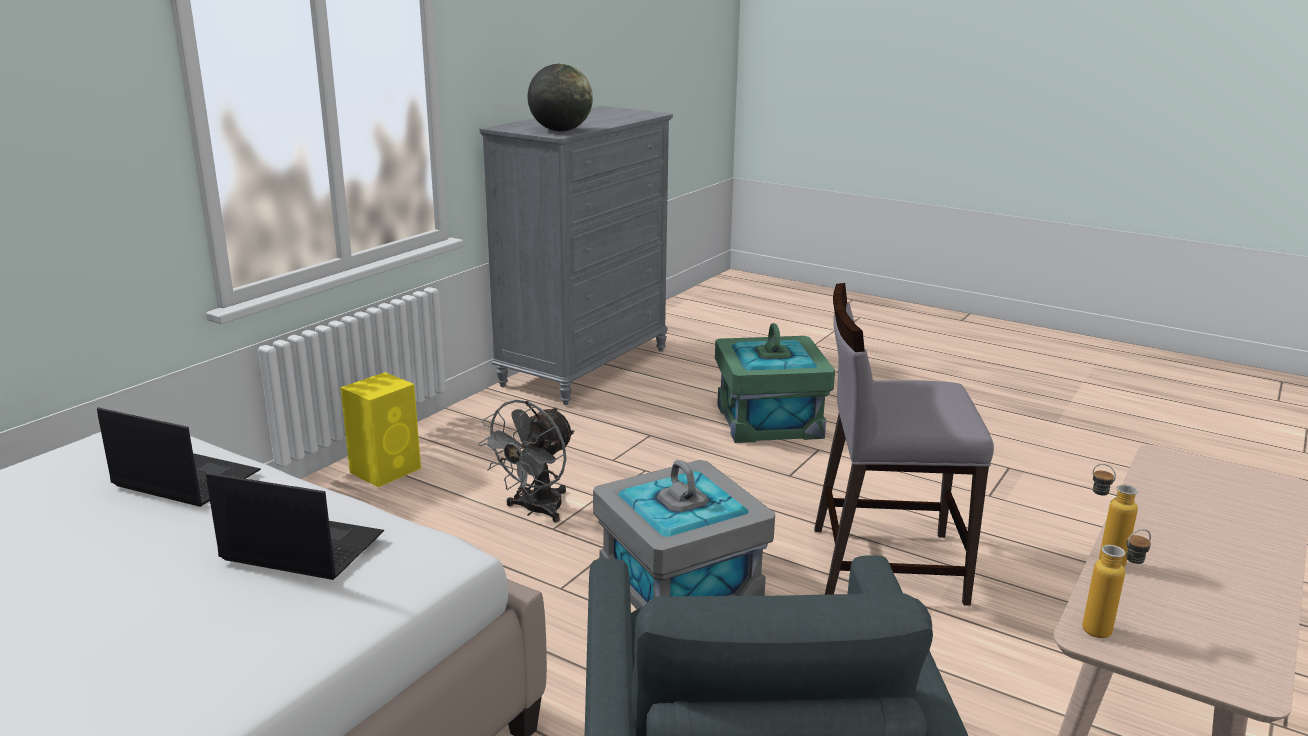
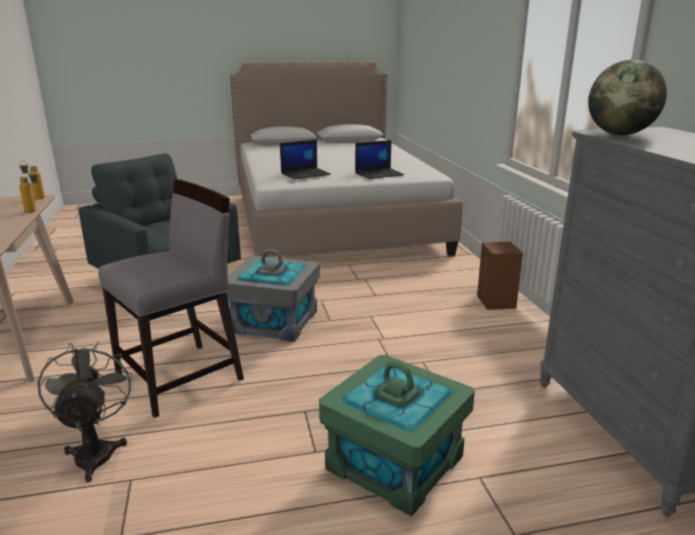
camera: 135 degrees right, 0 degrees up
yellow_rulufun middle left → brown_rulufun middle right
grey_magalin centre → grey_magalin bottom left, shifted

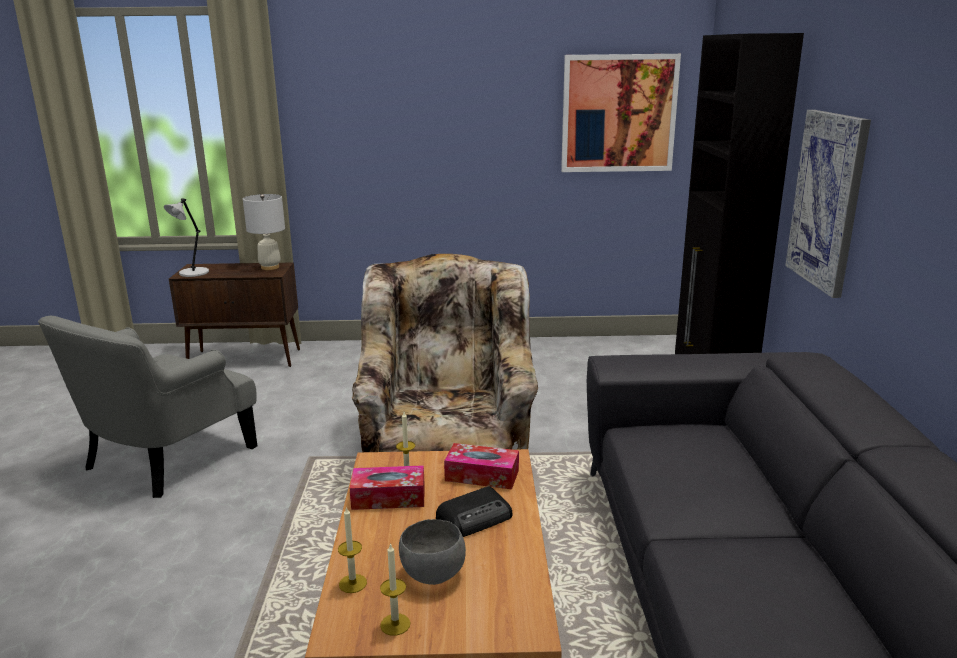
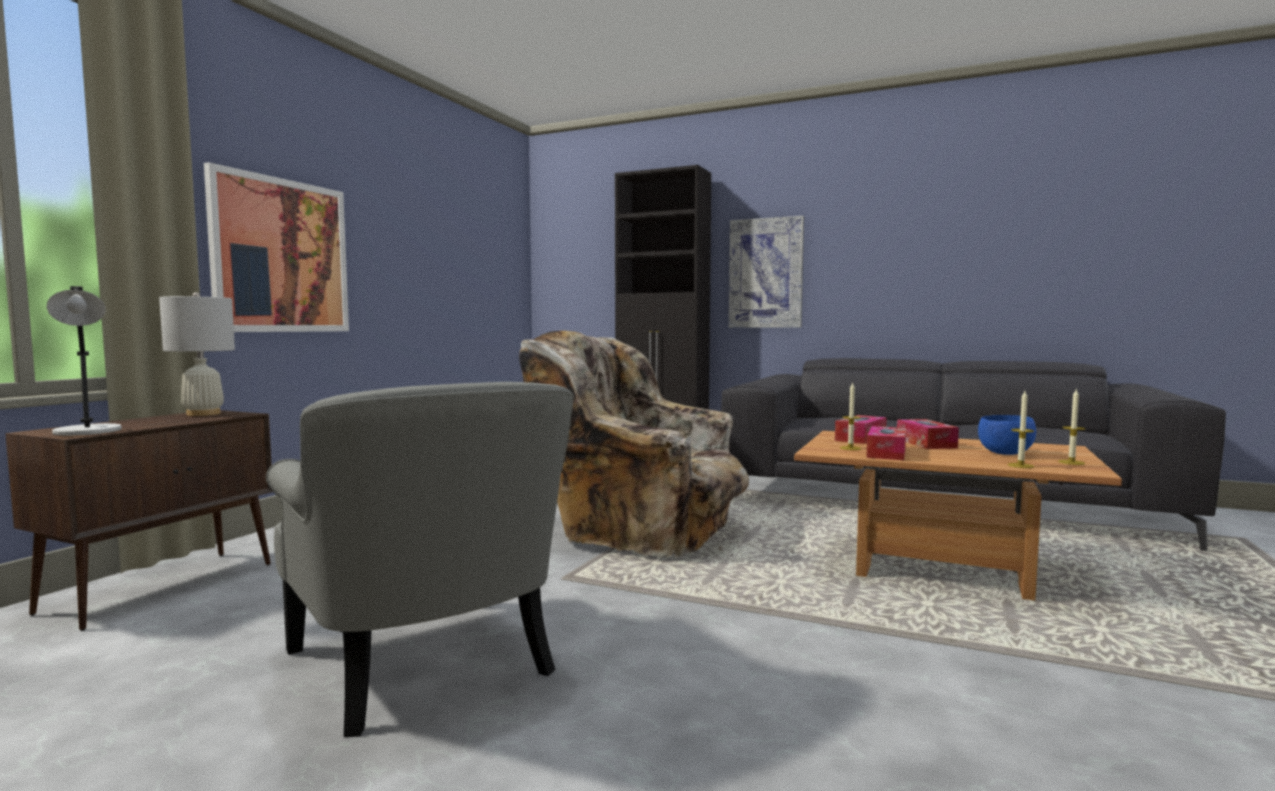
camera: 65 degrees left, 15 degrees down
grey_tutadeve bottom centre → blue_tutadeve middle right
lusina bottom centre → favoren (no. 3 from left) middle right
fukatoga (no. 1 from left) top centre → fukatoga (no. 1 from left) top left, shifted

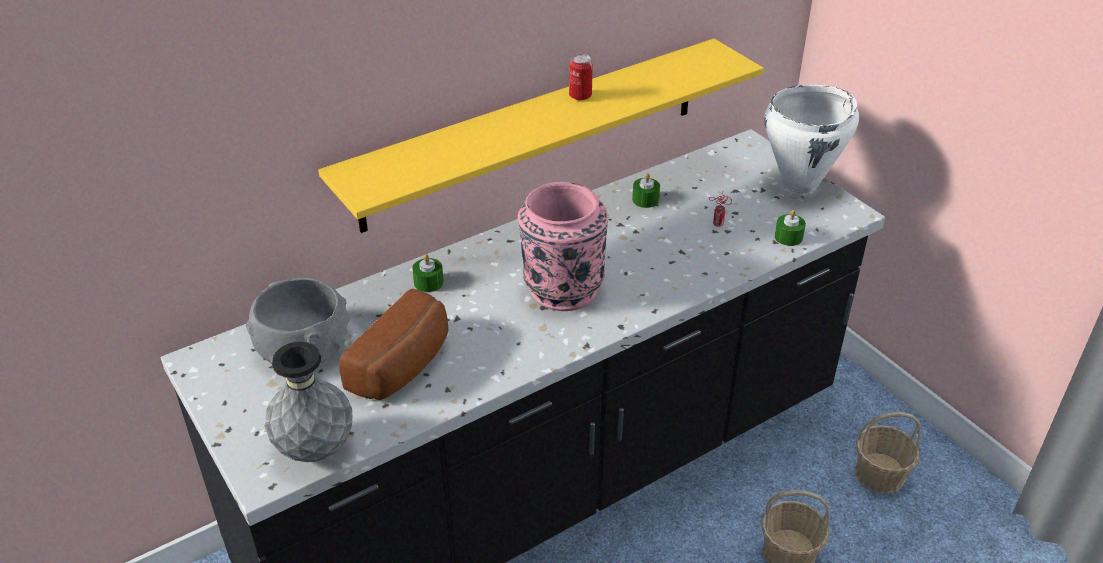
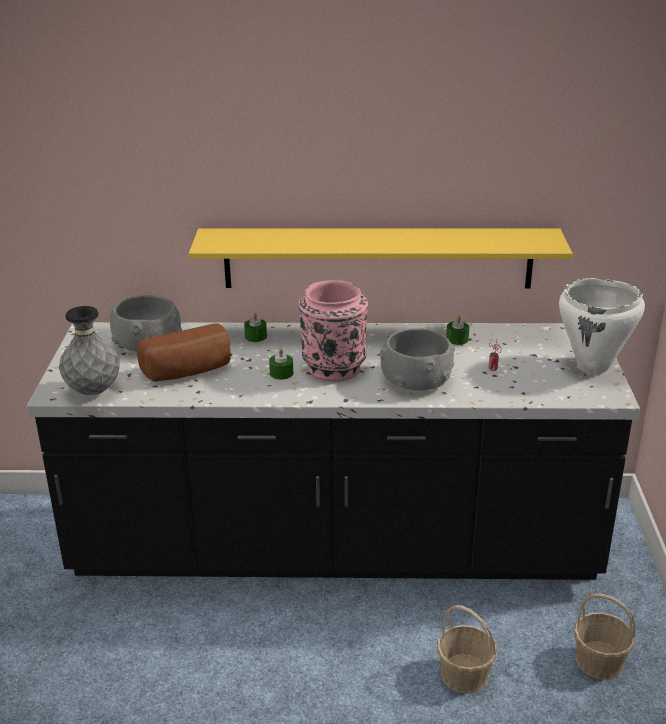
camera: 35 degrees right, 10 degrees down
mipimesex (no. 1 from left) top centre → -
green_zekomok (no. 3 from left in the first image) middle right → green_zekomok (no. 2 from left) centre, shifted
- → grey_tutadeve (no. 2 from left) centre

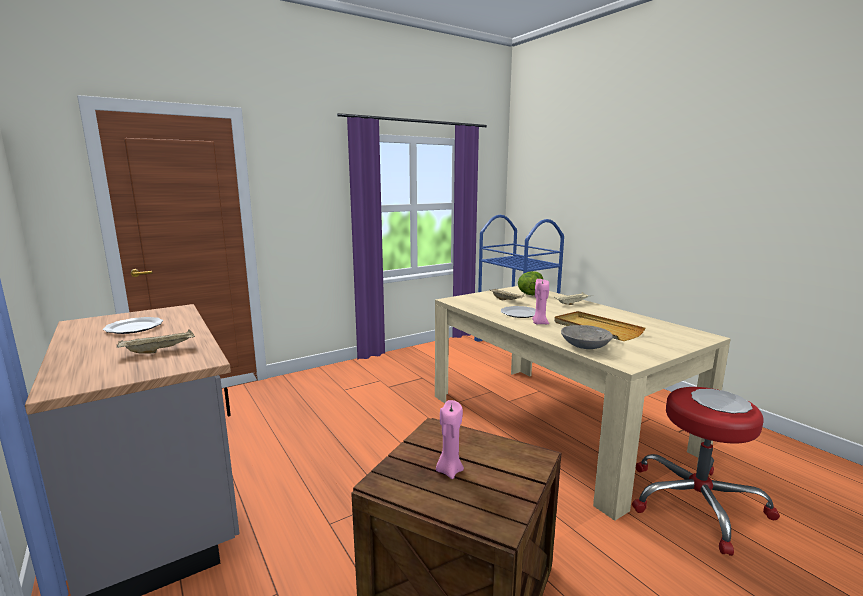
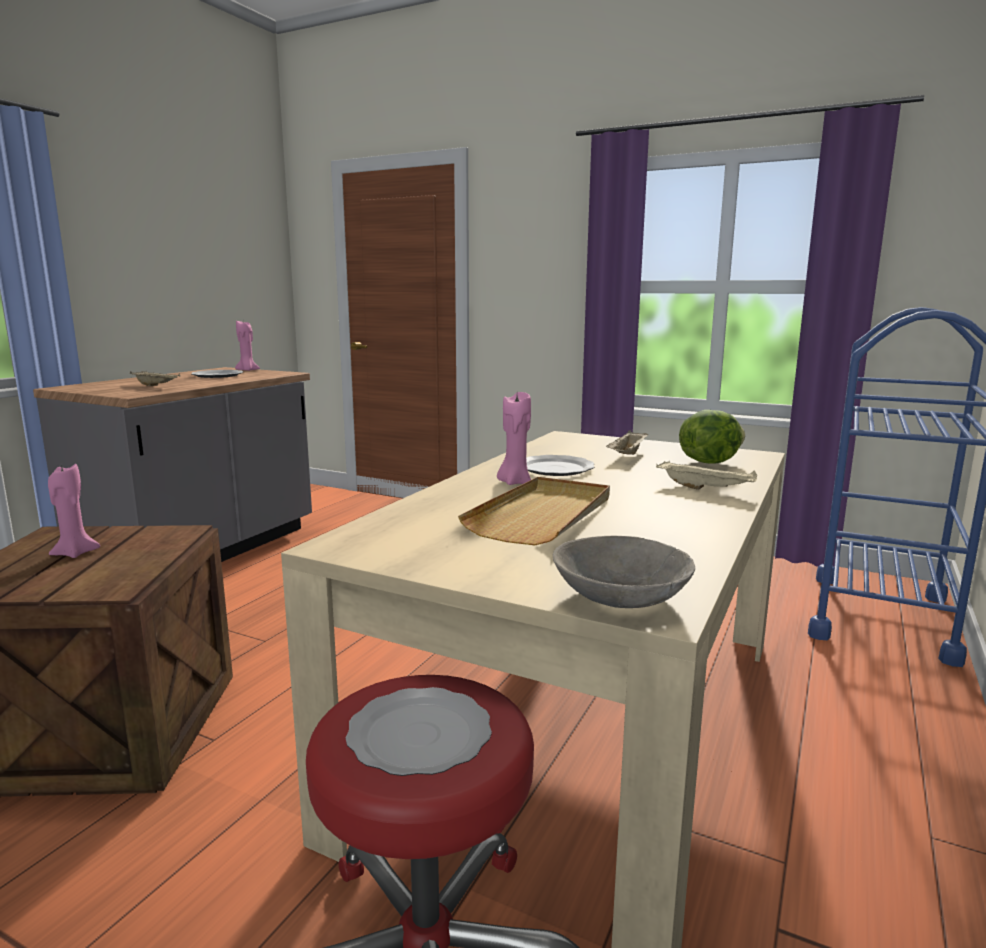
camera: 60 degrees right, 0 degrees up
grey_tutadeve middle right → grey_tutadeve centre, shifted
- → pink_zekomok (no. 2 from left) middle left

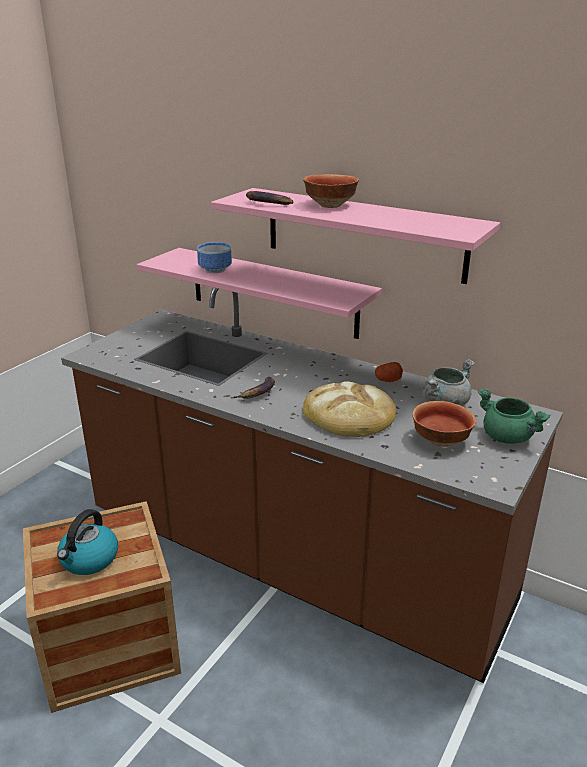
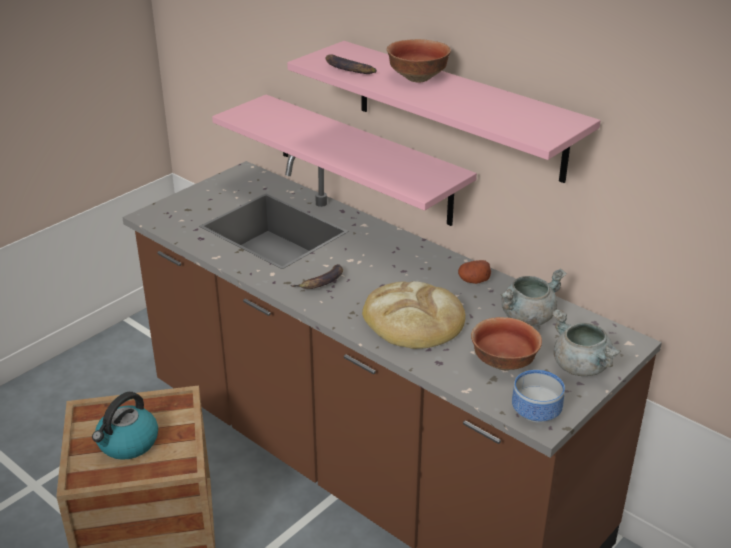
camera: 10 degrees right, 5 degrees up
tutadeve (no. 1 from left in the first image) centre → tutadeve (no. 3 from left) bottom right, shifted
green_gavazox middle right → grey_gavazox (no. 2 from left) middle right

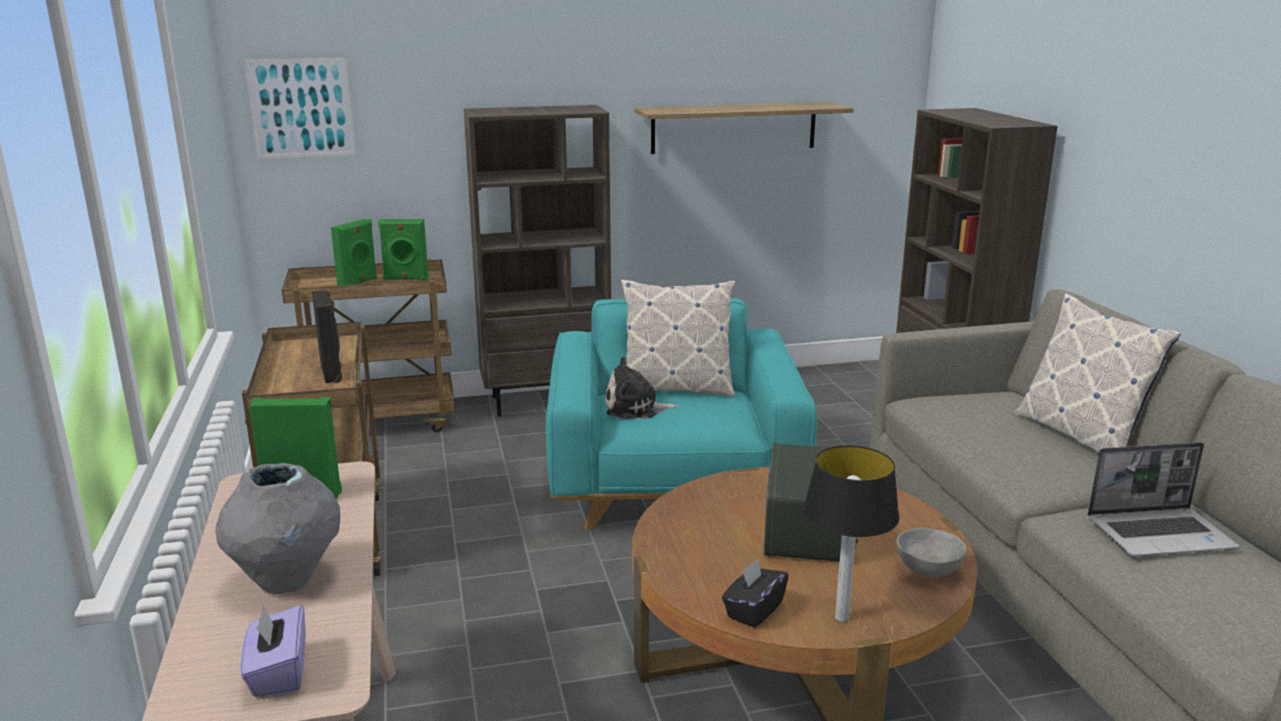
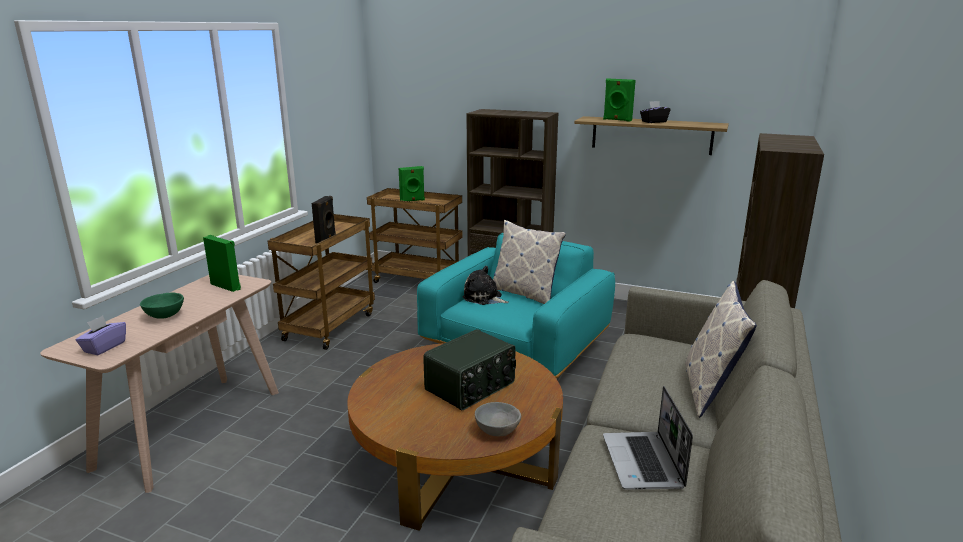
camera: 35 degrees right, 0 degrees up
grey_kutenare bottom left → green_tutadeve middle left
fukatoga top left → -
green_rulufun (no. 3 from left) middle left → green_rulufun (no. 3 from left) top centre, shifted
black_favoren bottom centre → black_favoren top right, shifted
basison bottom centre → -
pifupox bottom right, 60 degrees clockwise

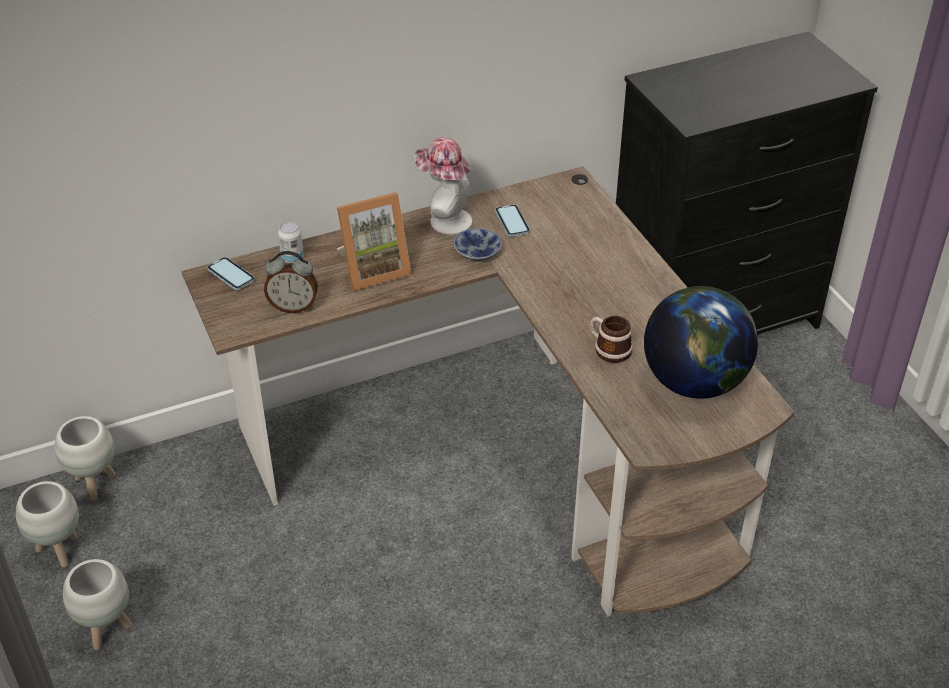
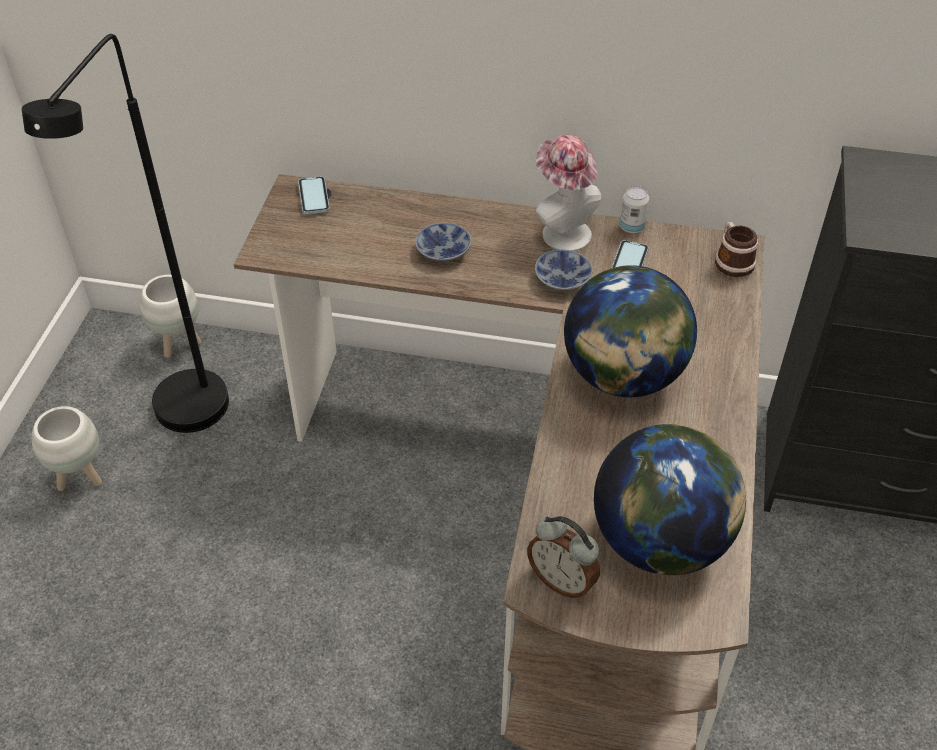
camera: 35 degrees right, 5 degrees up
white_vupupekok (no. 1 from left) bottom left → -
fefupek middle left → fefupek bottom centre, shifted
mipimesex middle left → mipimesex top right, shifted
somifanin centre → tutadeve (no. 1 from left) top centre
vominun centre → vominun top right, shifted
- → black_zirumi top left
- → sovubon (no. 1 from left) middle right

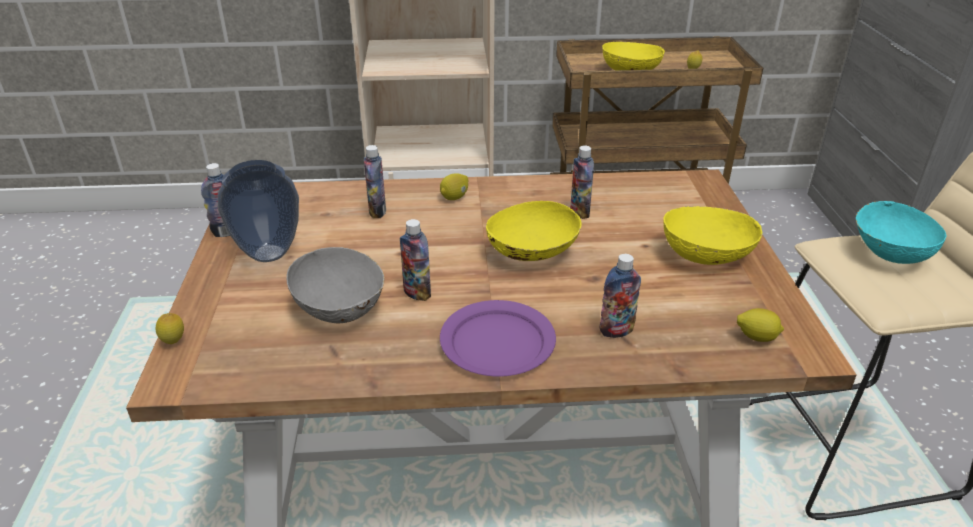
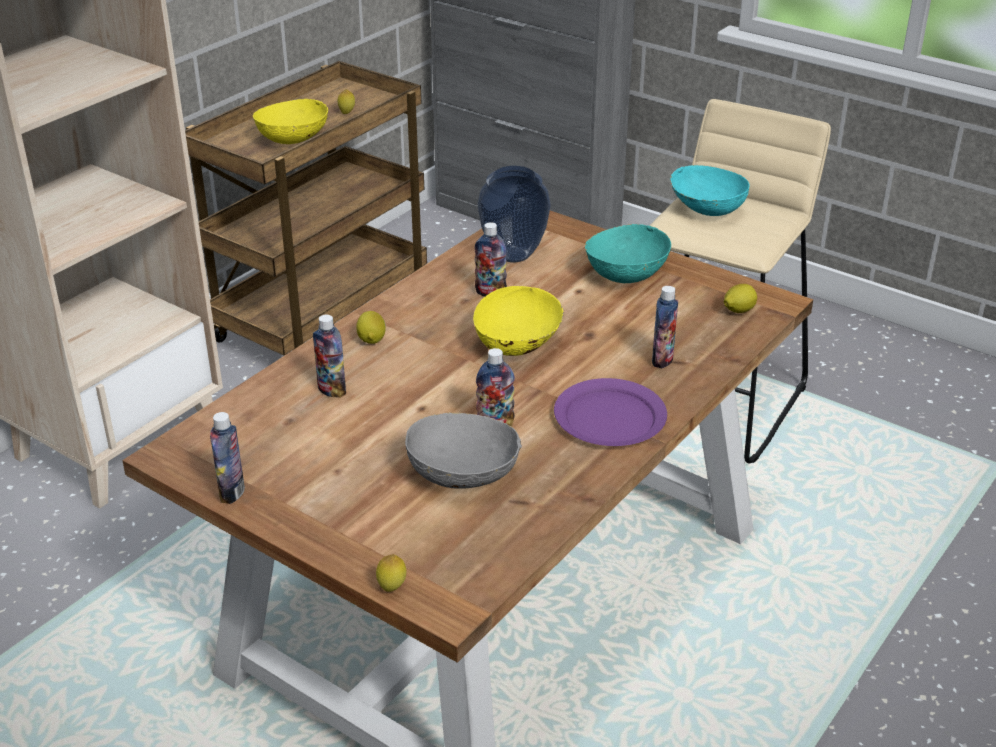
camera: 50 degrees left, 0 degrees up
kutenare middle left → kutenare top centre, shifted
yellow_tutadeve (no. 3 from left) middle right → turquoise_tutadeve (no. 1 from left) centre

